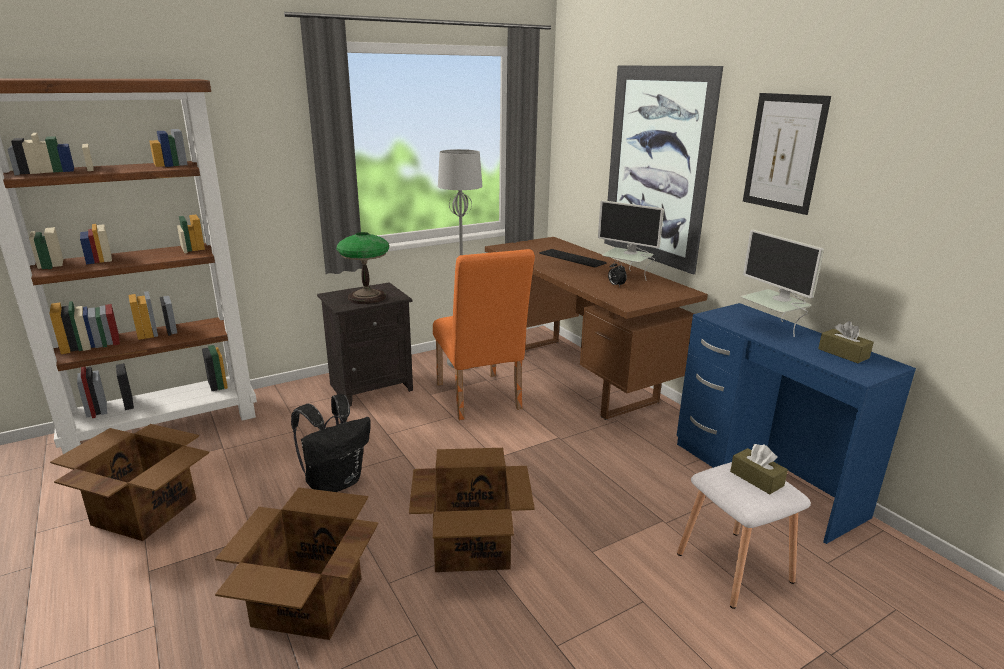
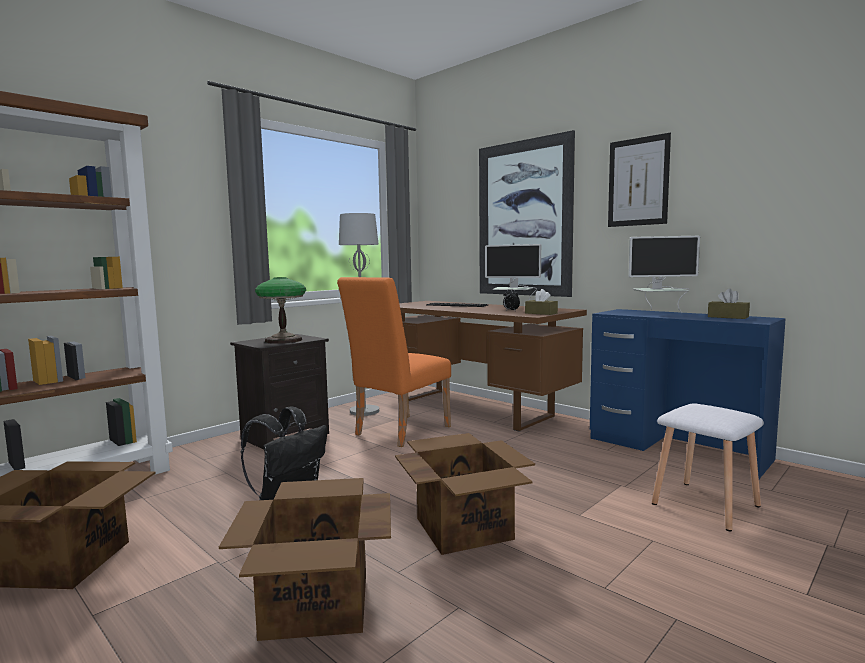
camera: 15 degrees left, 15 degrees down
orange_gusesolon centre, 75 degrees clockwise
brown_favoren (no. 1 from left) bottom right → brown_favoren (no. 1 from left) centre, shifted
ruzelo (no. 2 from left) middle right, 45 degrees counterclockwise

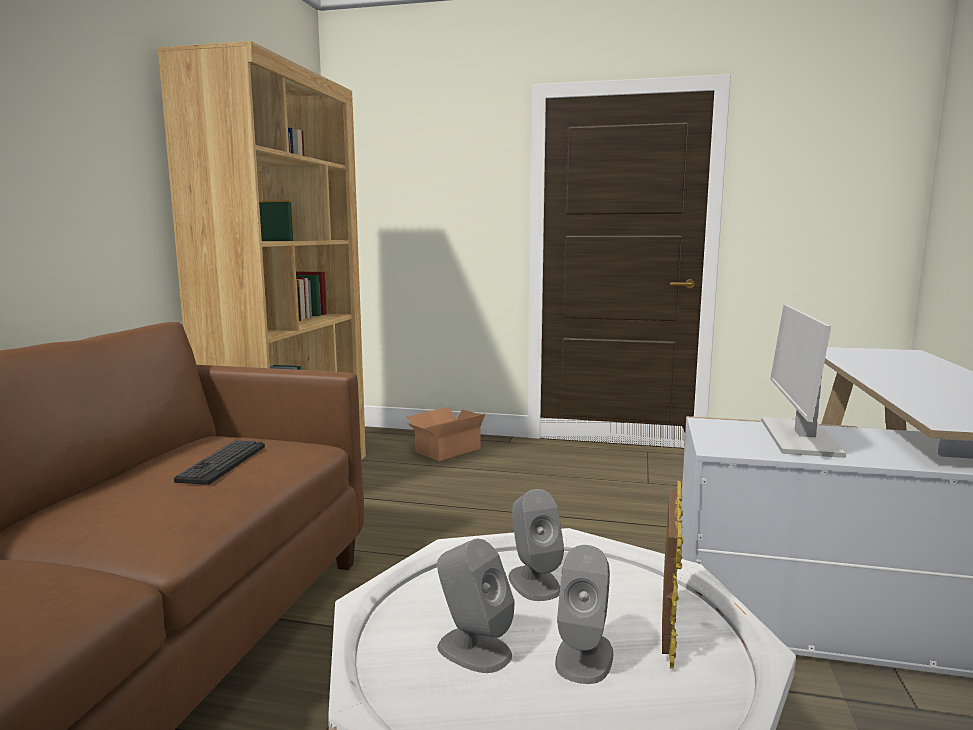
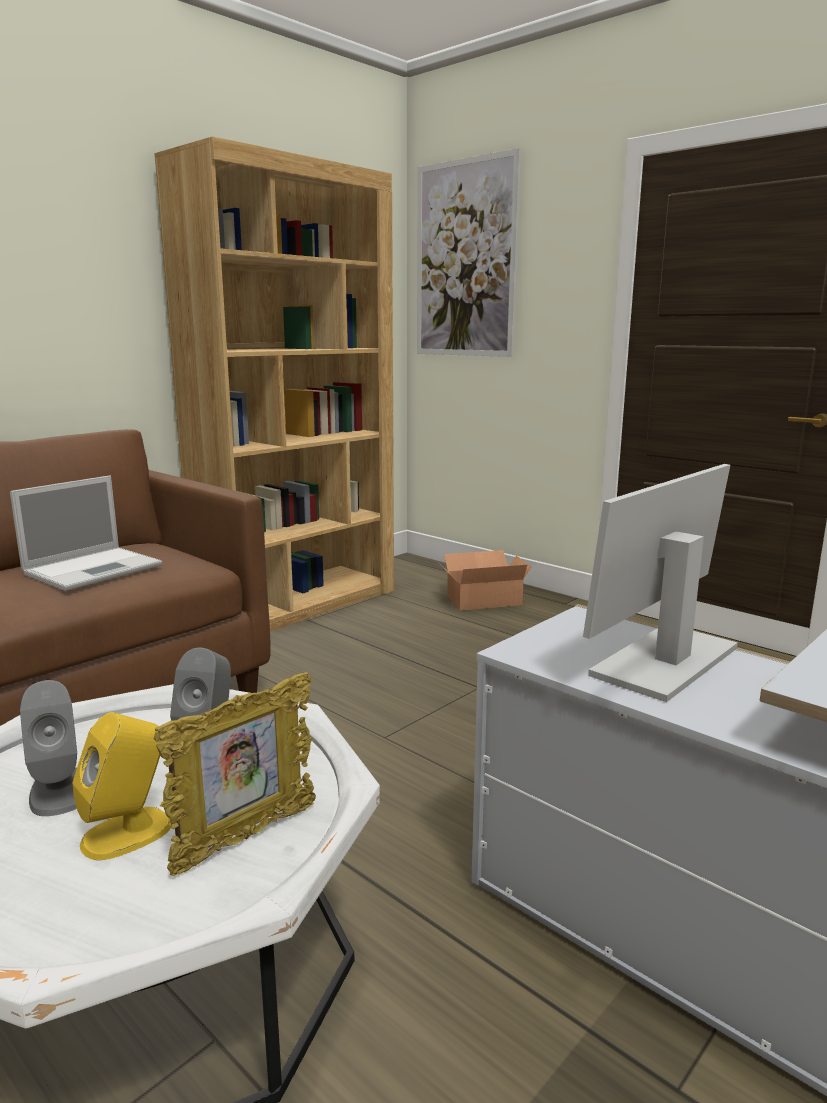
camera: 30 degrees right, 5 degrees up
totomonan middle left → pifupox middle left
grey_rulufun (no. 3 from left) bottom centre → yellow_rulufun bottom left
- → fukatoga top centre

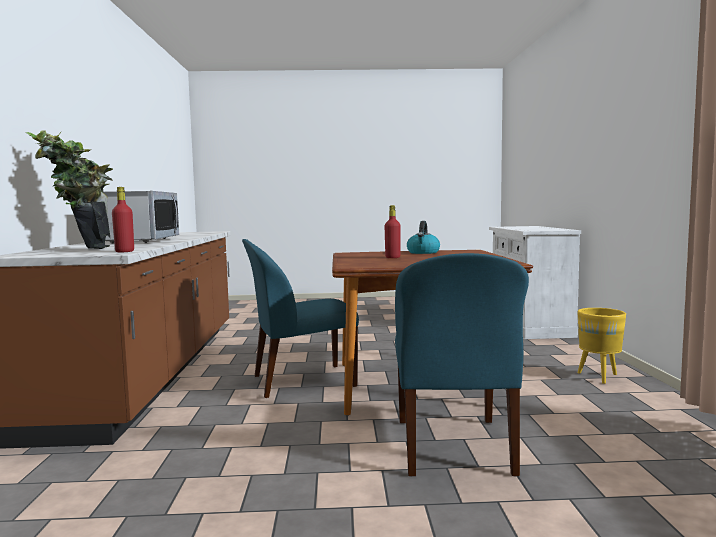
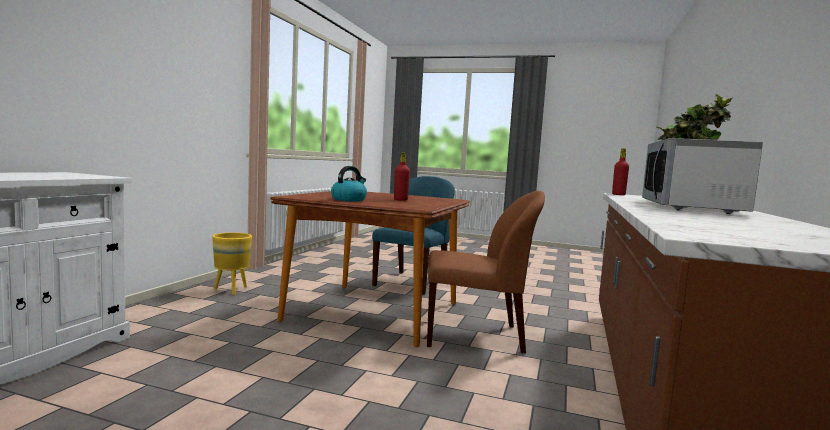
camera: 160 degrees left, 0 degrees up
blue_gusesolon (no. 1 from left) centre → brown_gusesolon centre

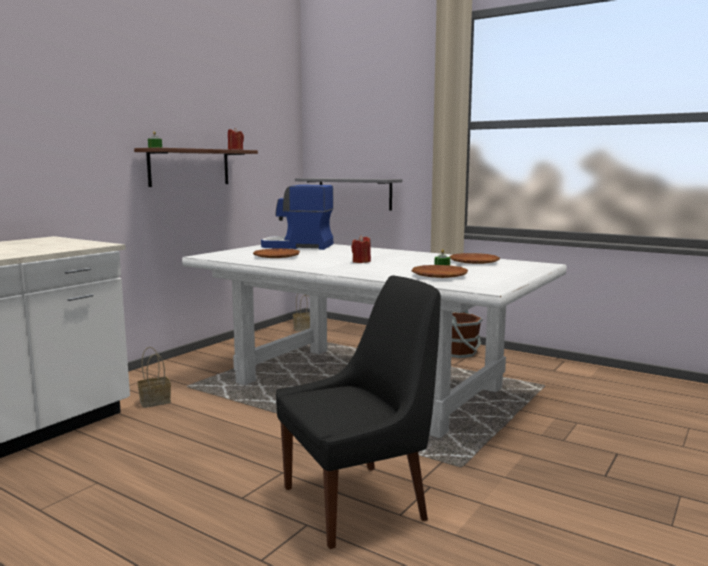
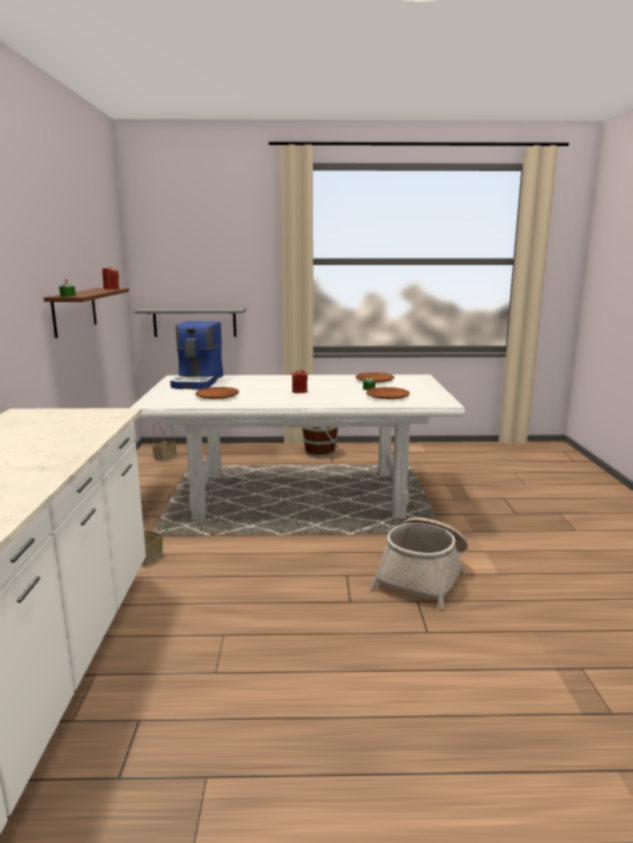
camera: 35 degrees left, 5 degrees up
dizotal centre → dizotal middle left, 60 degrees counterclockwise
black_gusesolon bottom centre → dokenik (no. 3 from left) bottom centre

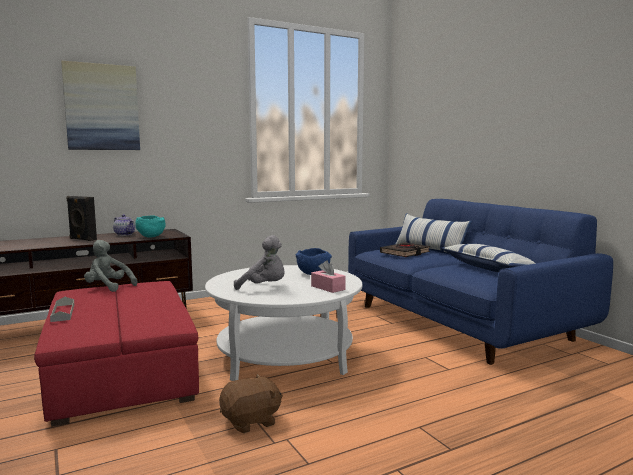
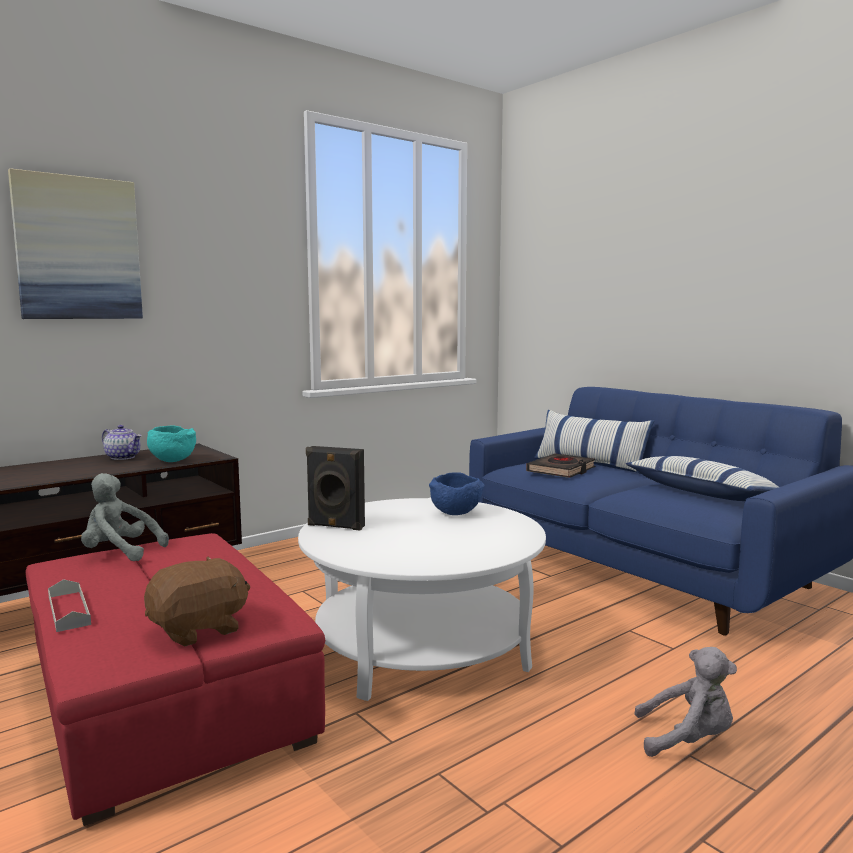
camera: 10 degrees left, 0 degrees up
black_rulufun middle left → black_rulufun centre, shifted
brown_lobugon bottom centre → brown_lobugon bottom left, shifted
grey_lobugon (no. 2 from left) centre → grey_lobugon (no. 2 from left) bottom right, shifted
pink_favoren centre → -

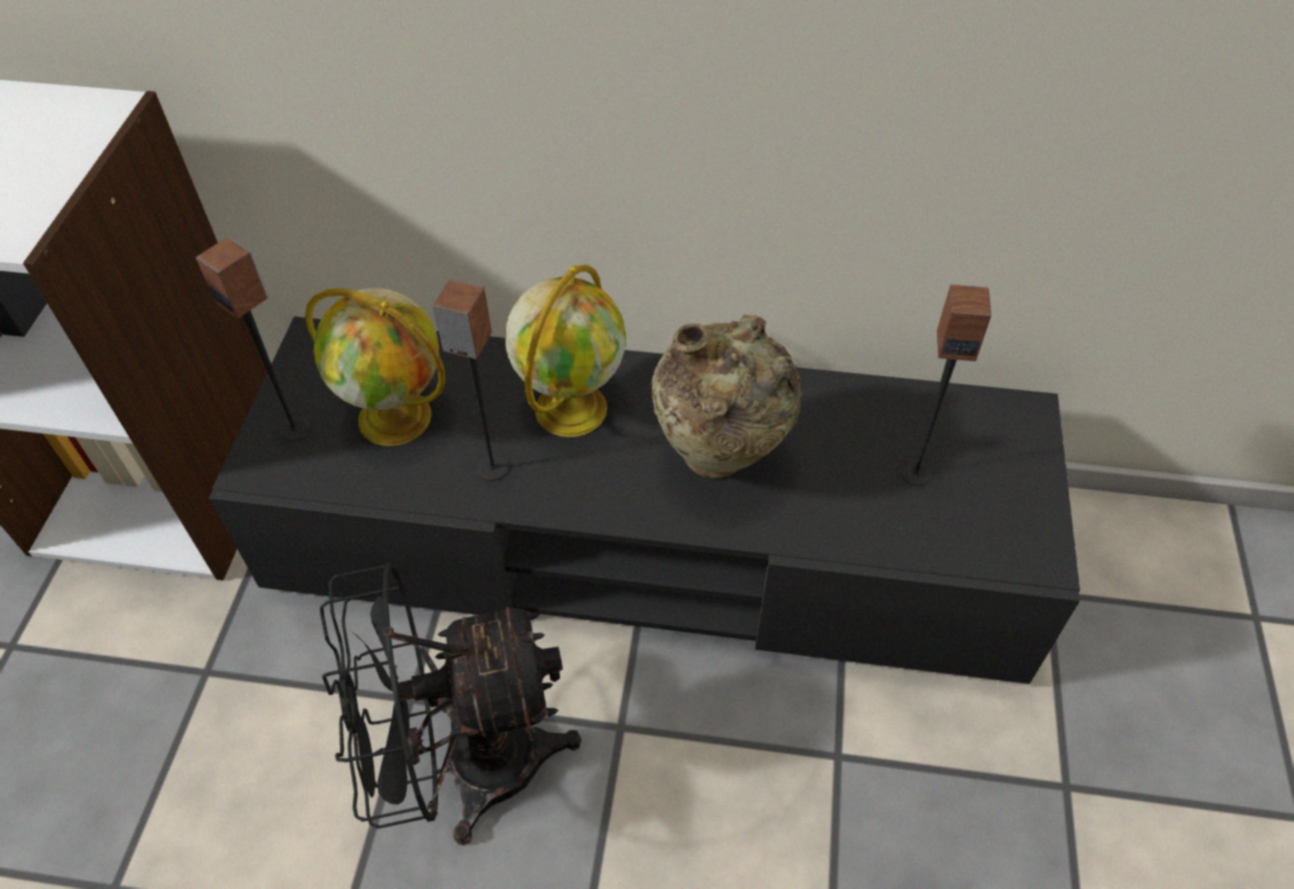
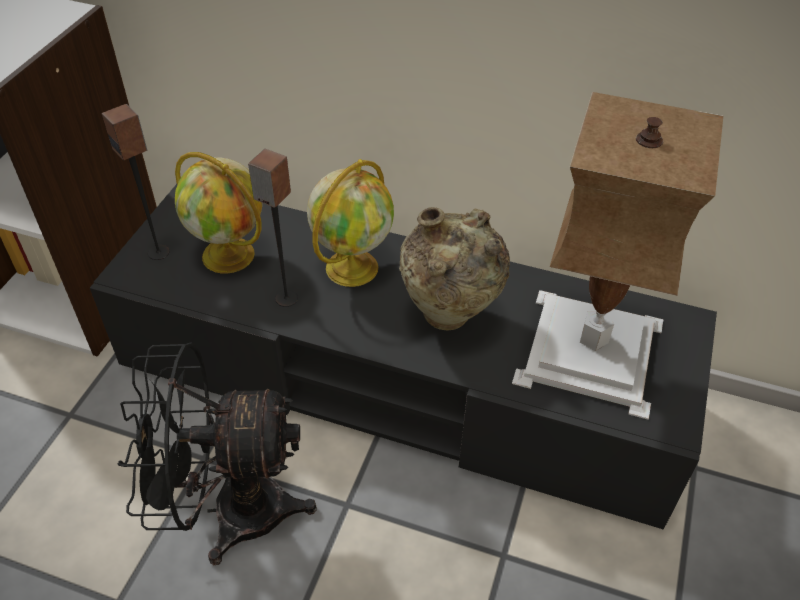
camera: 10 degrees right, 5 degrees down
rulufun (no. 3 from left) middle right → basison middle right

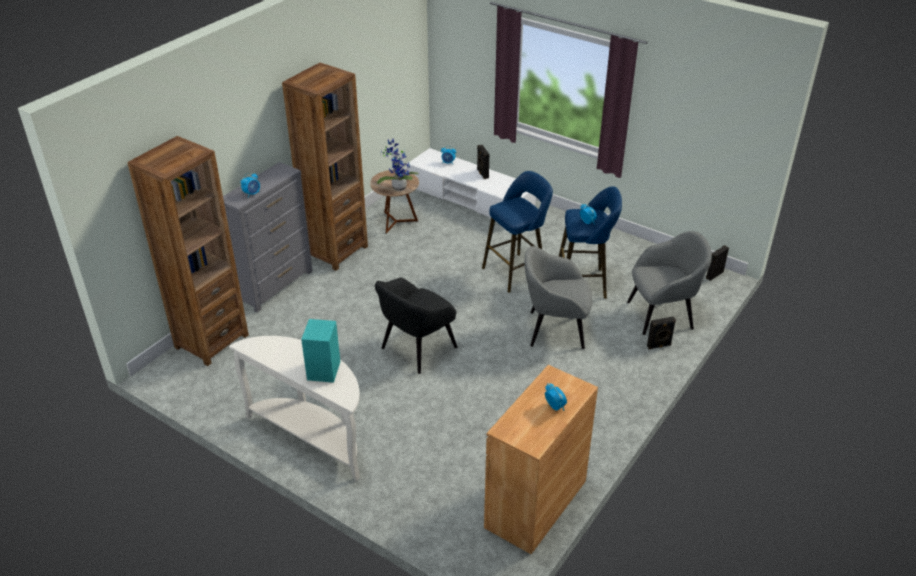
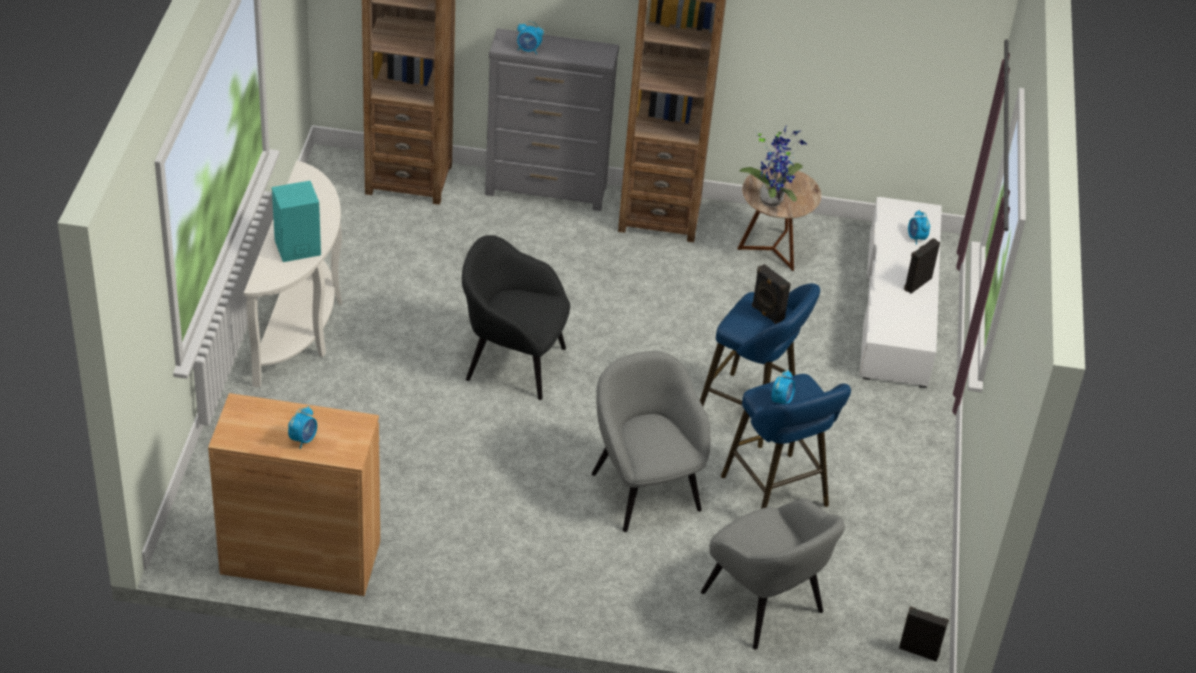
camera: 60 degrees right, 5 degrees up
black_rulufun (no. 2 from left in the first image) middle right → black_rulufun (no. 1 from left) centre, shifted

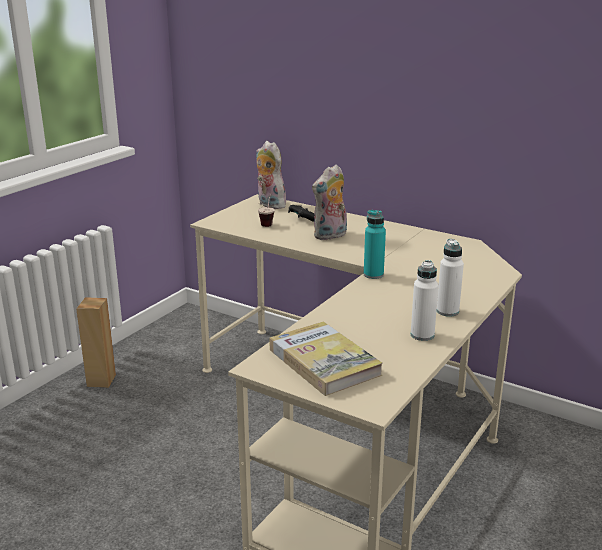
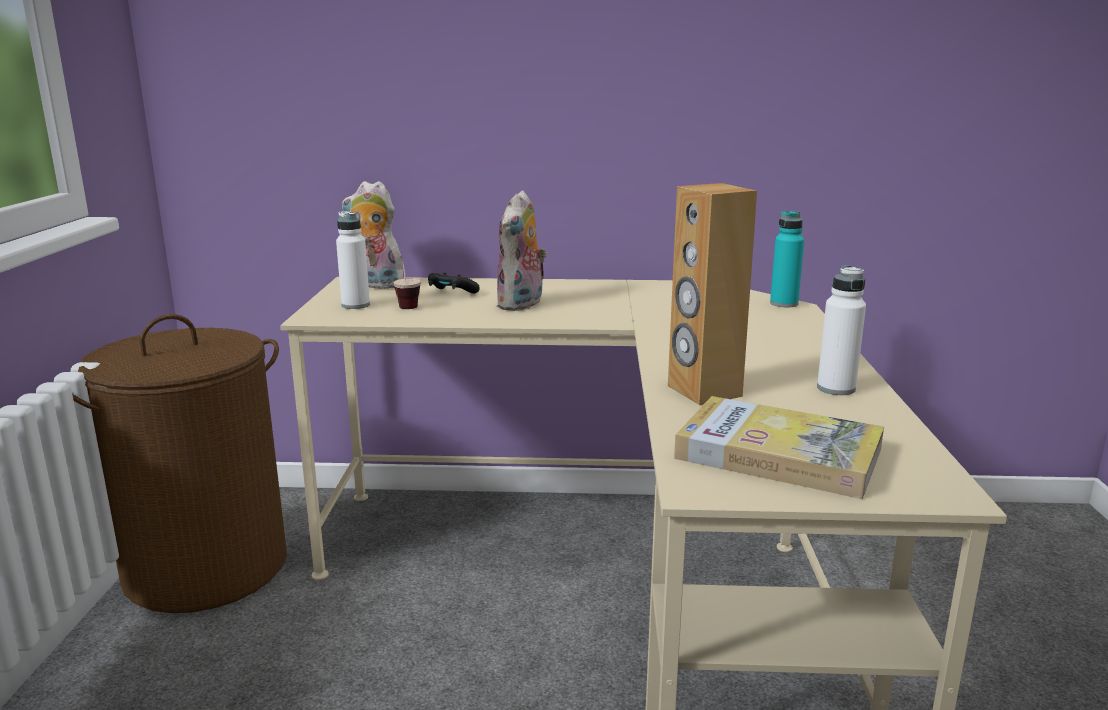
camera: 30 degrees left, 5 degrees down
brown_rulufun middle left → brown_rulufun centre, shifted
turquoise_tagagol centre → turquoise_tagagol middle right, shifted
white_tagagol (no. 2 from left in the first image) middle right → white_tagagol (no. 1 from left) middle left, shifted
- → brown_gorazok middle left

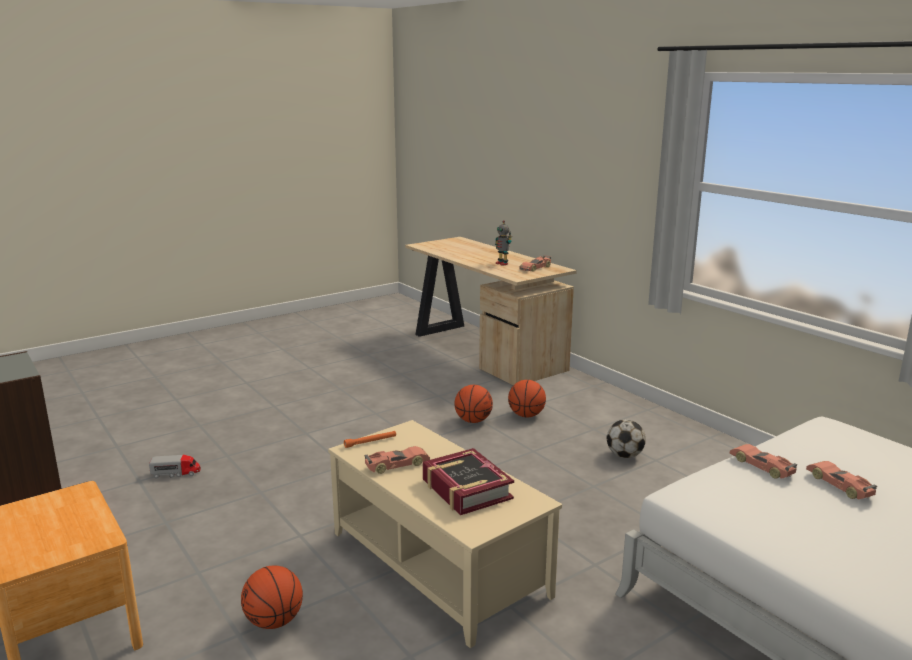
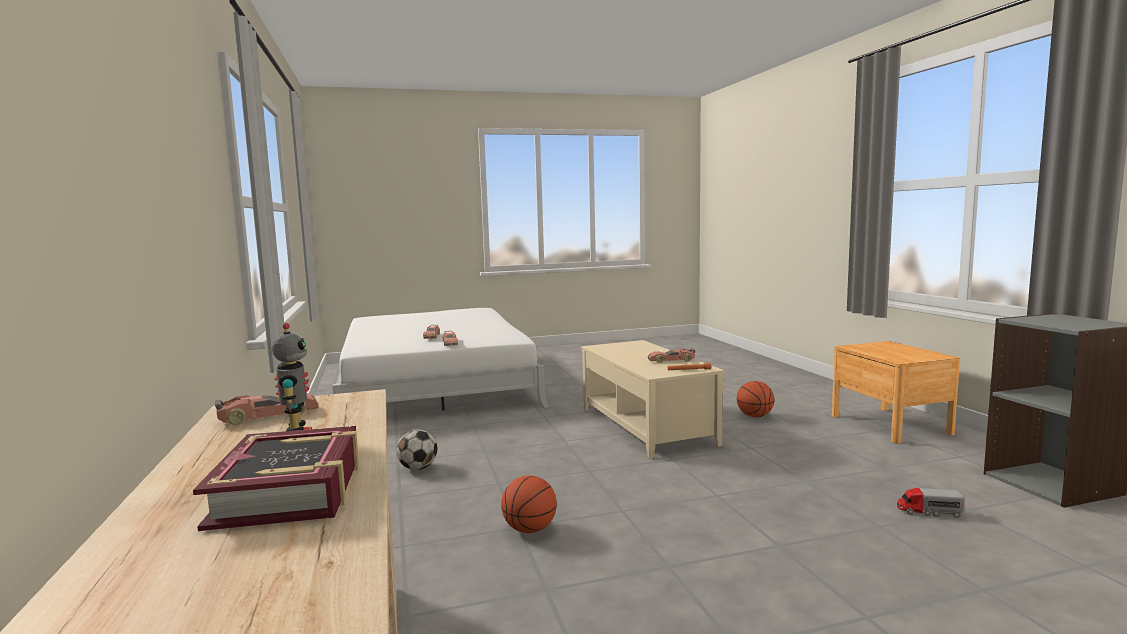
camera: 160 degrees left, 10 degrees down
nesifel bottom centre → nesifel bottom left, shifted
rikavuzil (no. 3 from left) centre → -

